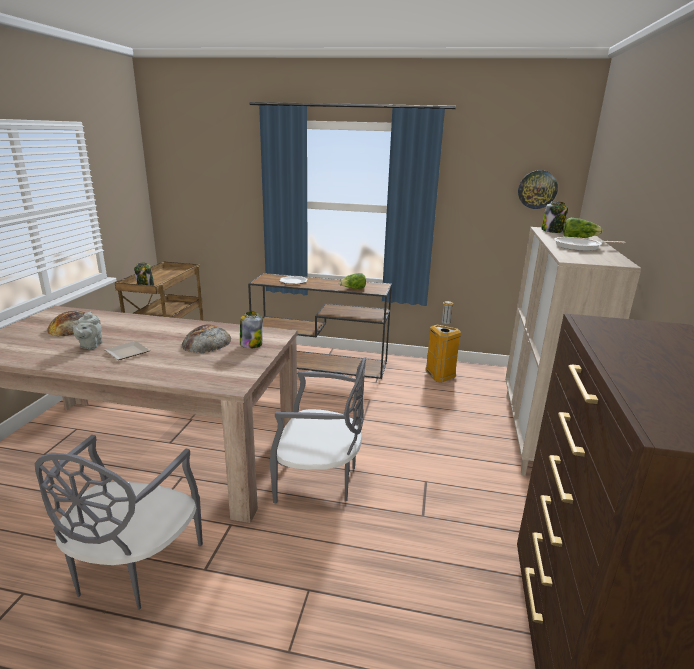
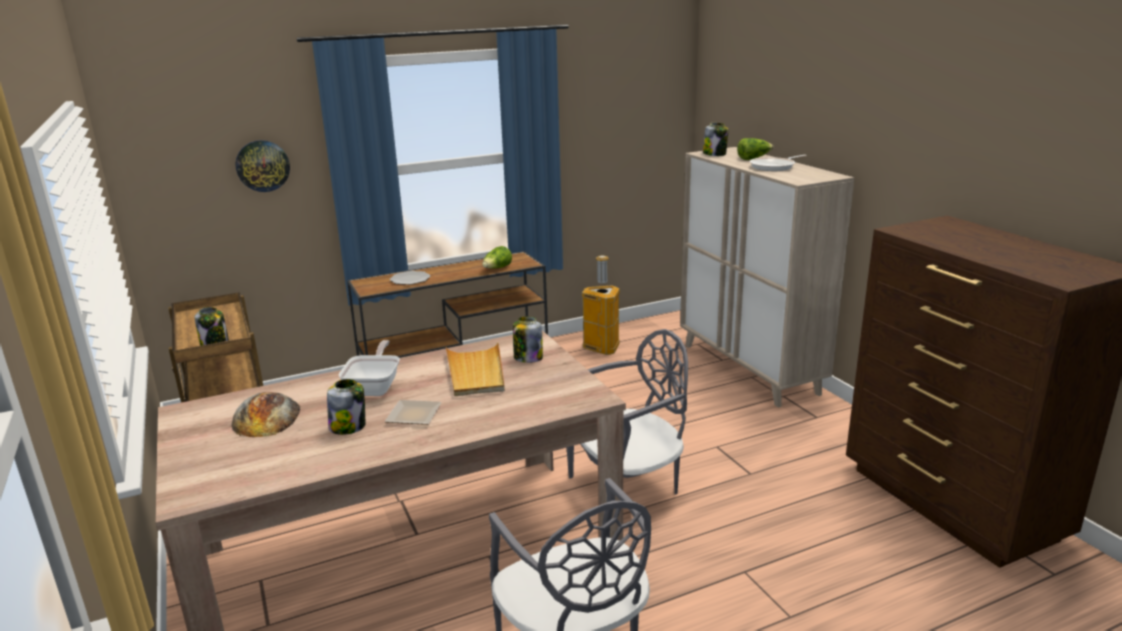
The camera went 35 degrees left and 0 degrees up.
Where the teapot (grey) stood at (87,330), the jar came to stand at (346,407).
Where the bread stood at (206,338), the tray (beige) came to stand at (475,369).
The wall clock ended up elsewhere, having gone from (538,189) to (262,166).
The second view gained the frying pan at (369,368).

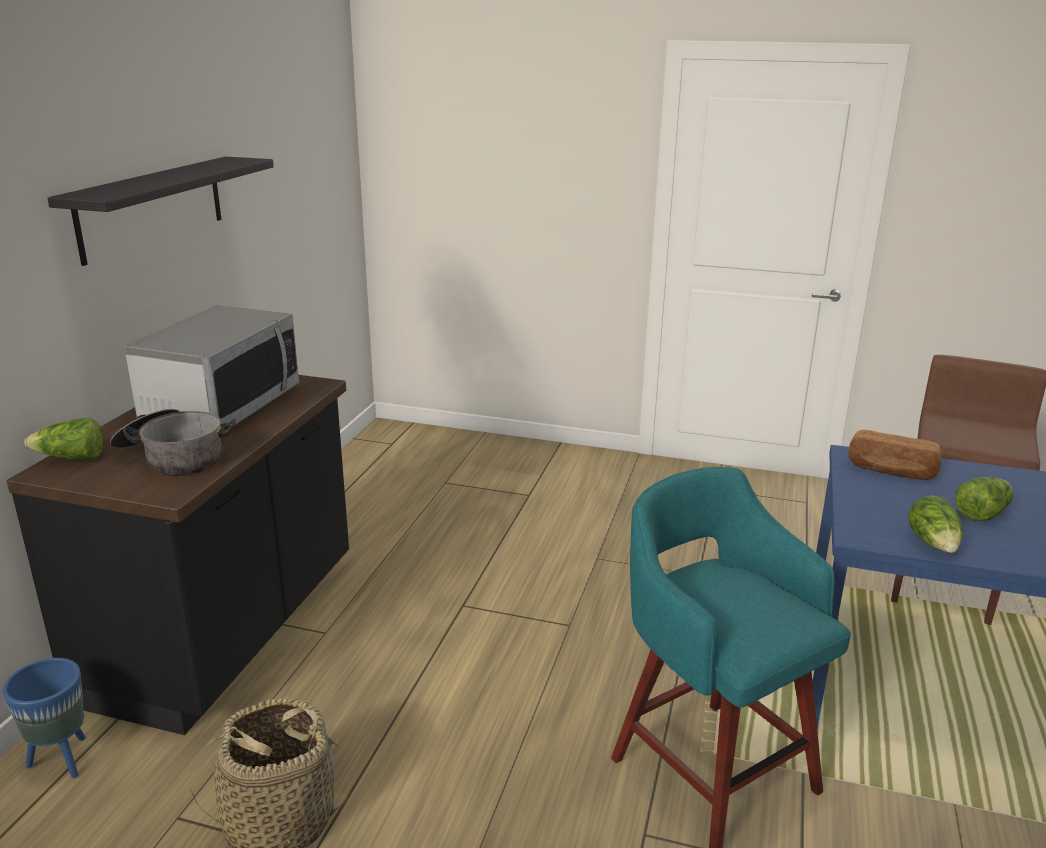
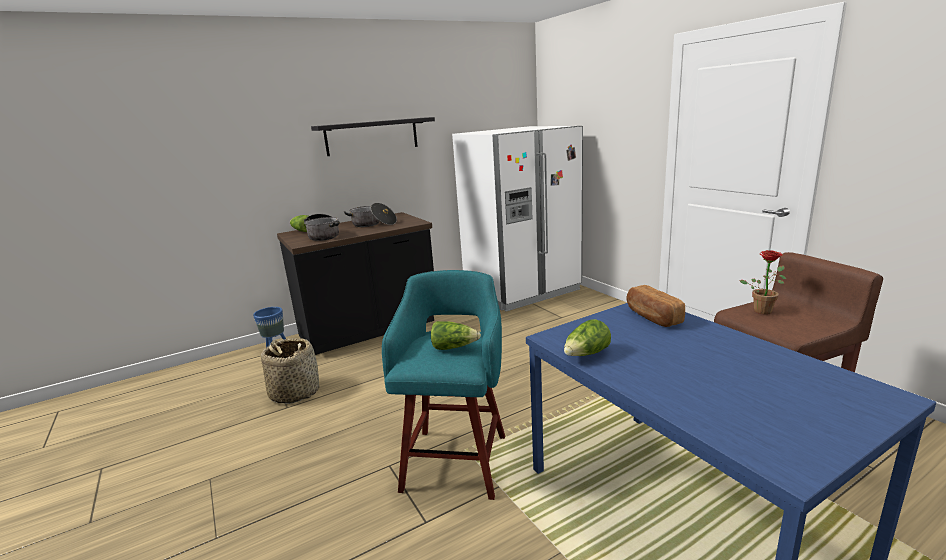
The camera went 45 degrees right and 5 degrees down.
Where the microwave stood at (211,365), the cooking pot came to stand at (370,215).
The lettuce ended up elsewhere, having gone from (984,499) to (456,335).
The second view gained the fridge (white) at (517,218).
The second view gained the potted plant at (762,282).

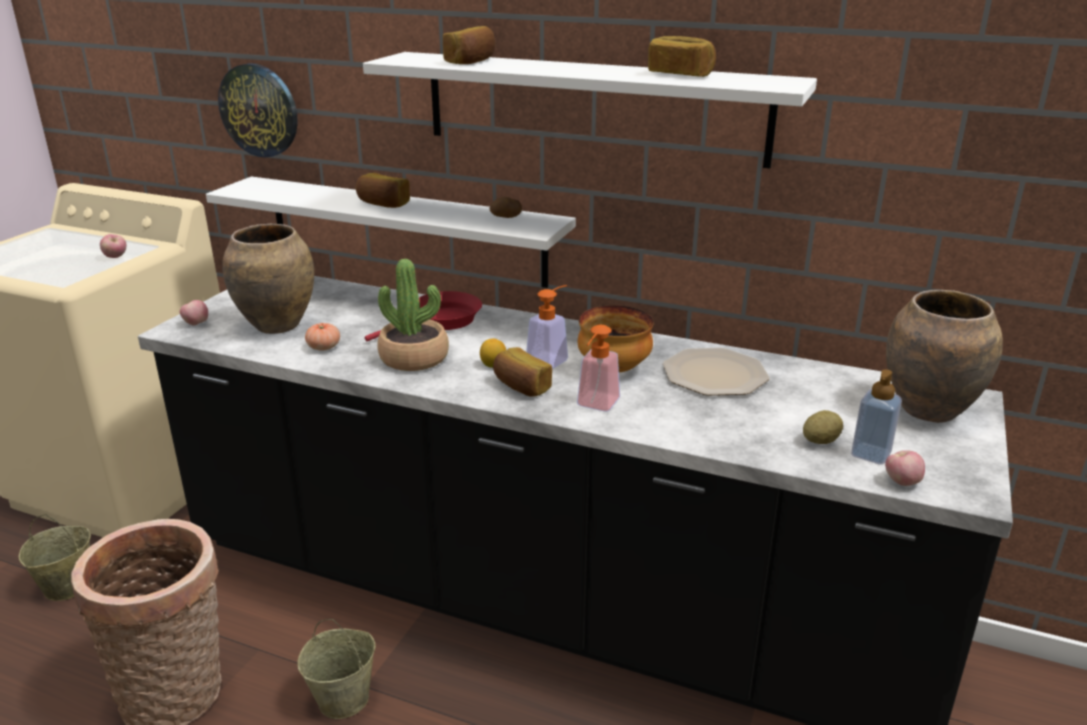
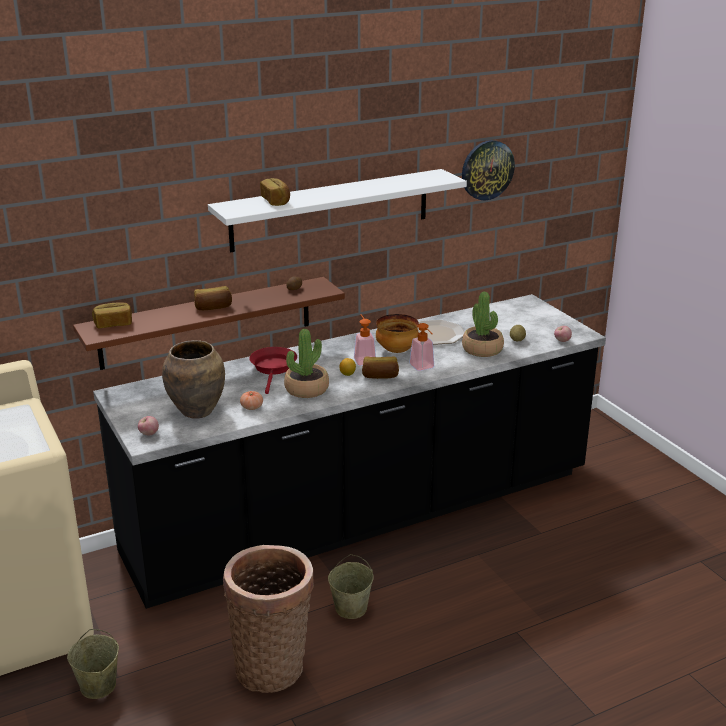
The camera went 50 degrees left and 0 degrees up.
The second view lost the apple at (113,246).
What was the shelf (white) at (391,232) turned into the shelf (brown) at (209,323).
The wall clock ended up elsewhere, having gone from (258,110) to (488,170).
The bread ended up elsewhere, having gone from (682,56) to (112,315).
The second view lost the soap dispenser at (876,417).
The second view lost the vase (brown) at (944,356).
The second view gained the potted plant at (483,324).

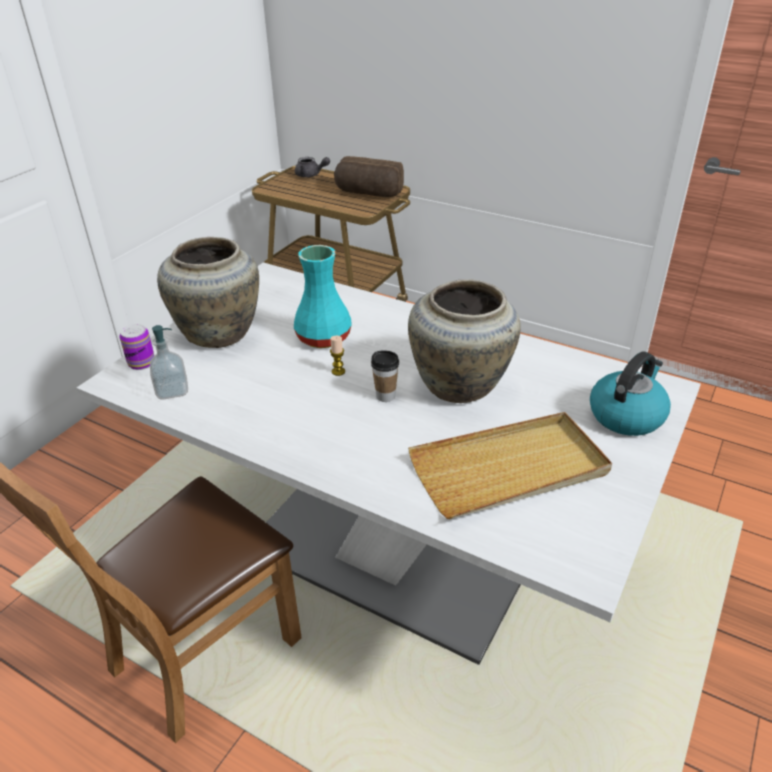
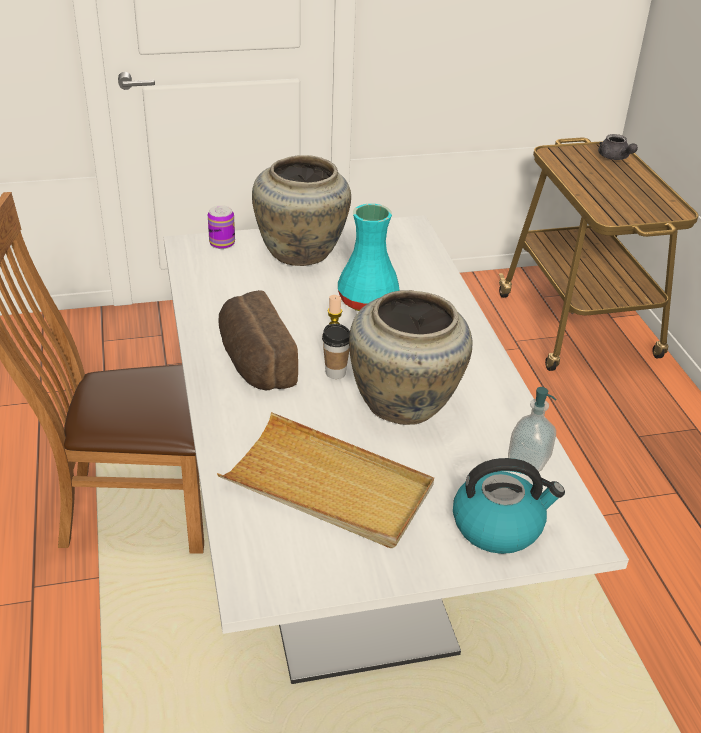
The camera went 45 degrees right and 0 degrees up.
The soap dispenser ended up elsewhere, having gone from (169,362) to (532,429).
The bread ended up elsewhere, having gone from (369,176) to (258,340).

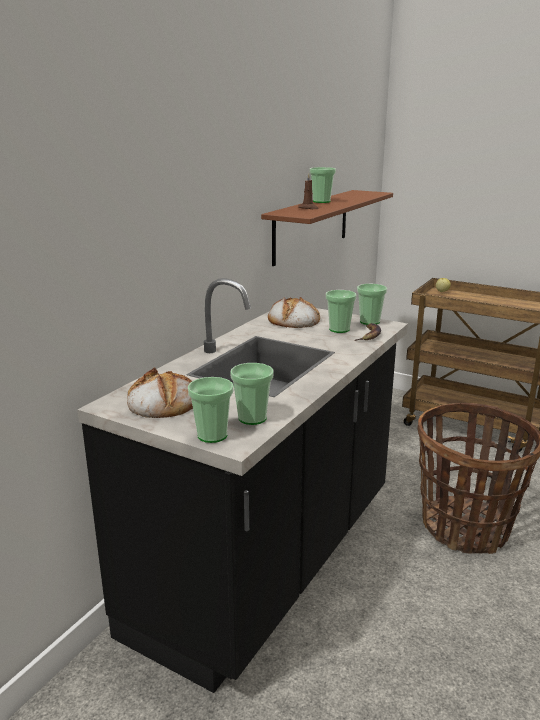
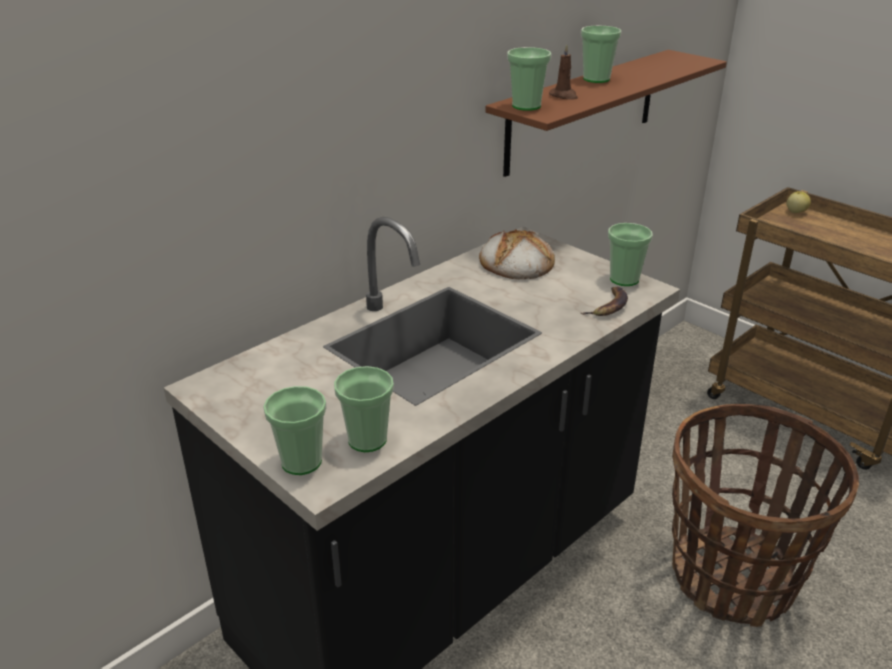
The camera went 15 degrees right and 10 degrees up.
The second view lost the bread at (160,392).
The cup ended up elsewhere, having gone from (341,311) to (529,79).

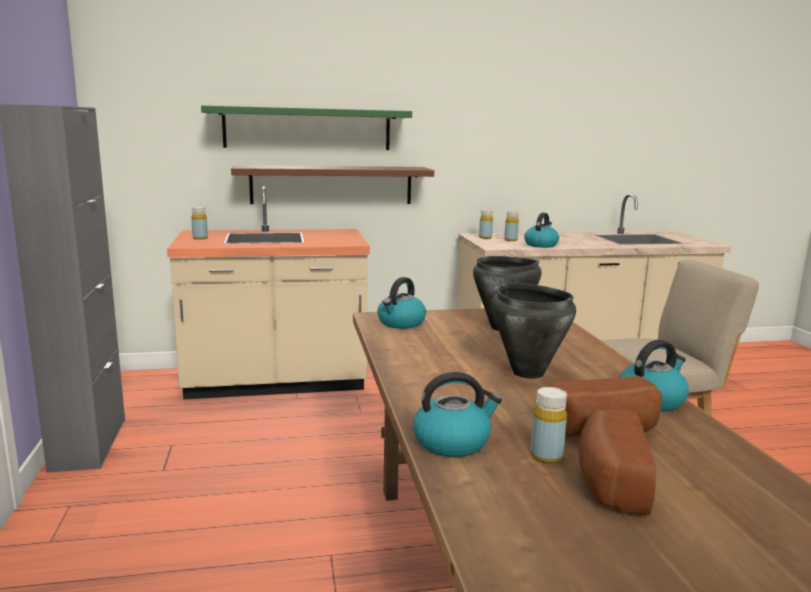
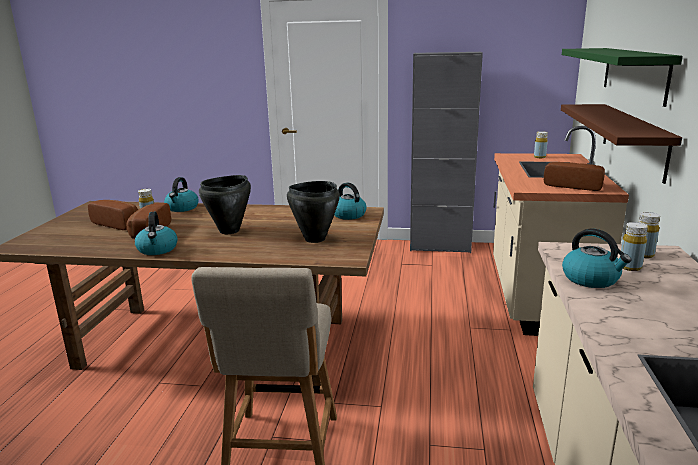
The camera went 110 degrees right and 5 degrees up.
The second view gained the bread at (574,176).

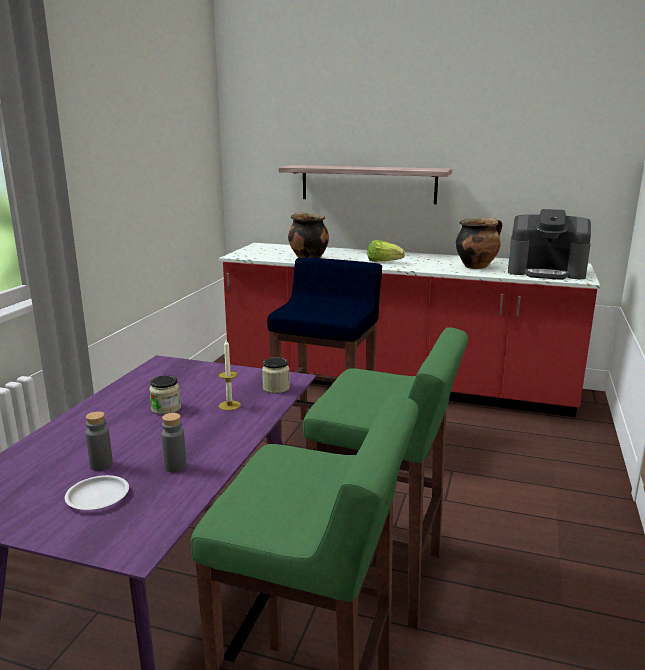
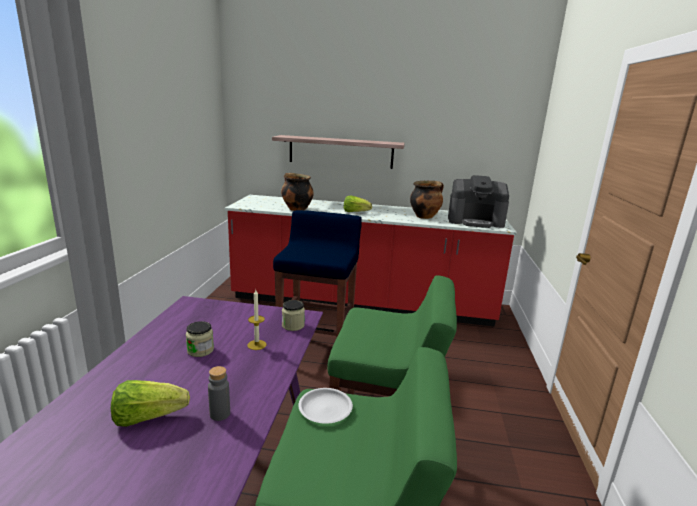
The camera went 10 degrees left and 0 degrees up.
The plate (white) ended up elsewhere, having gone from (97,492) to (325,406).
Where the bottle (grey) stood at (99,441), the lettuce came to stand at (150,403).

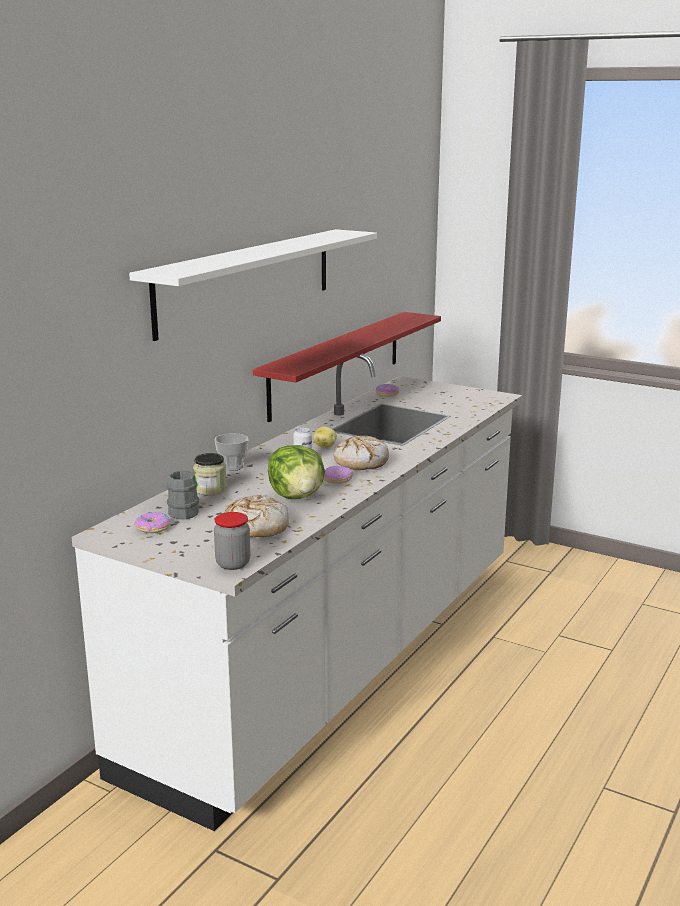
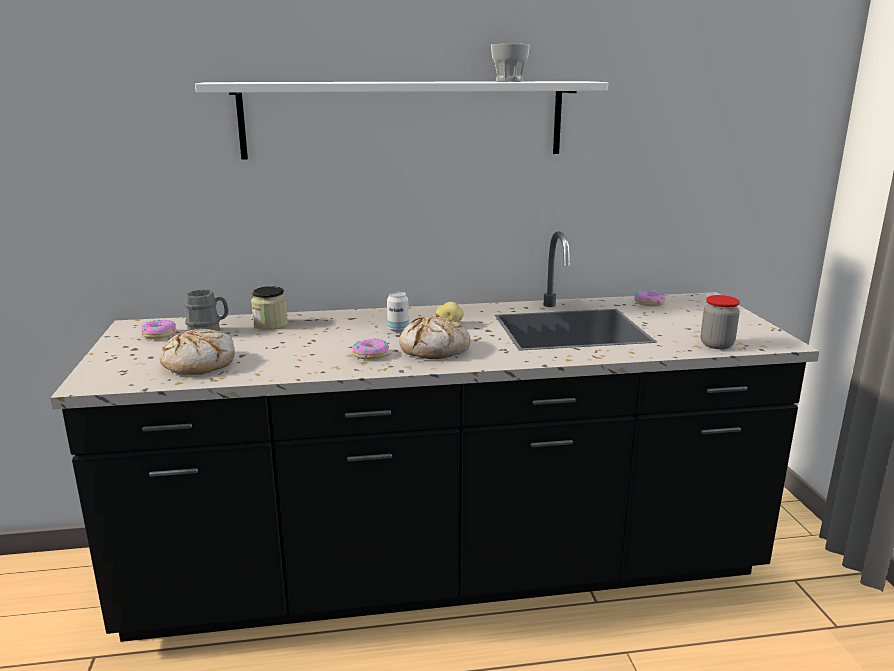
The camera went 50 degrees right and 0 degrees up.
What was the counter (white) at (297,592) turned into the counter (black) at (434,436).
The cup ended up elsewhere, having gone from (231,452) to (510,62).
The jar ended up elsewhere, having gone from (232,541) to (720,322).
The second view lost the shelf (red) at (347,367).
The second view lost the lettuce at (296,472).

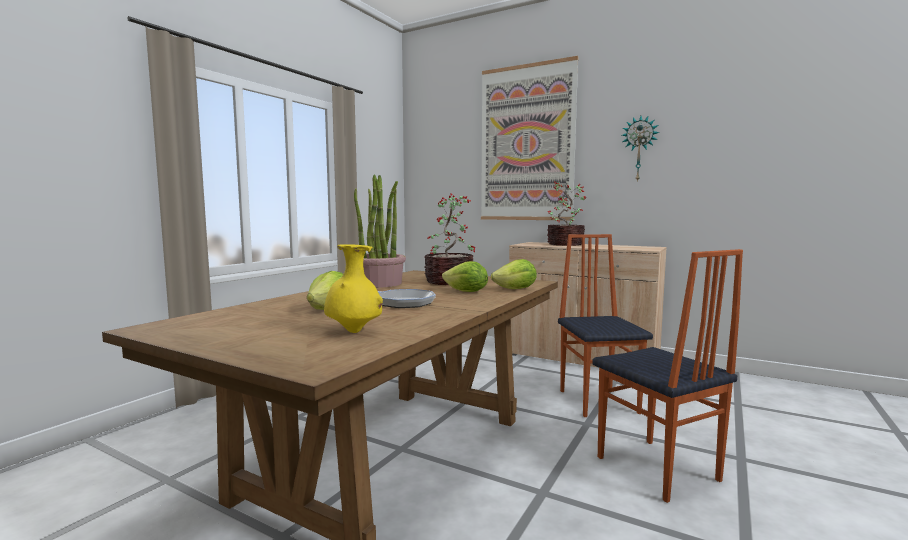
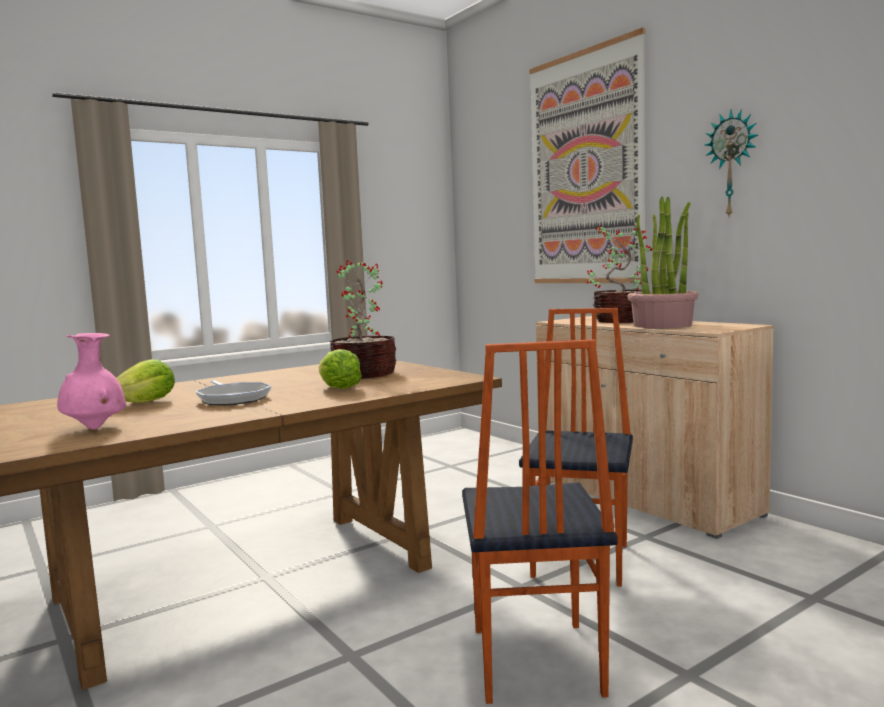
The camera went 25 degrees right and 0 degrees up.
What was the vase (yellow) at (353,288) turned into the vase (pink) at (91,381).
The potted plant ended up elsewhere, having gone from (380,231) to (663,262).
The second view lost the lettuce at (514,274).

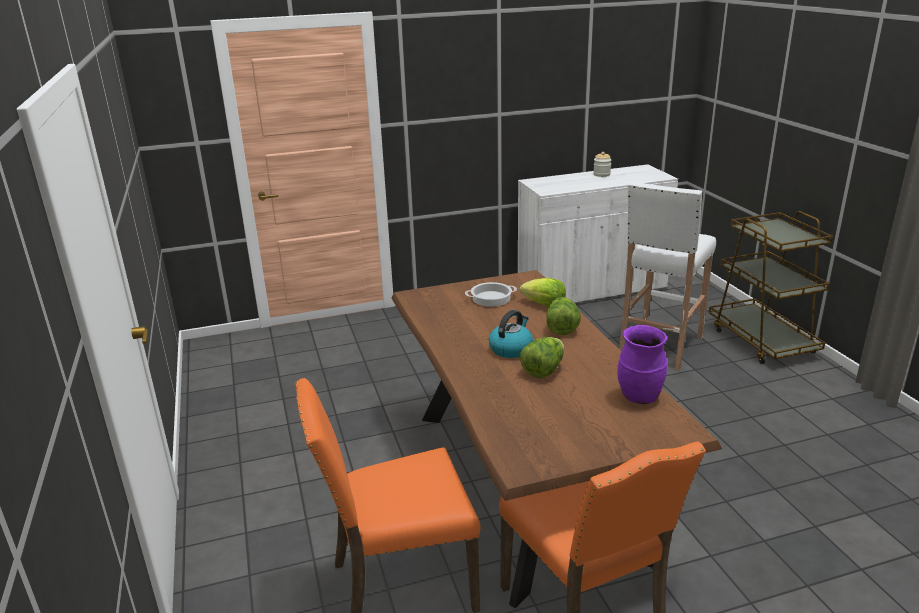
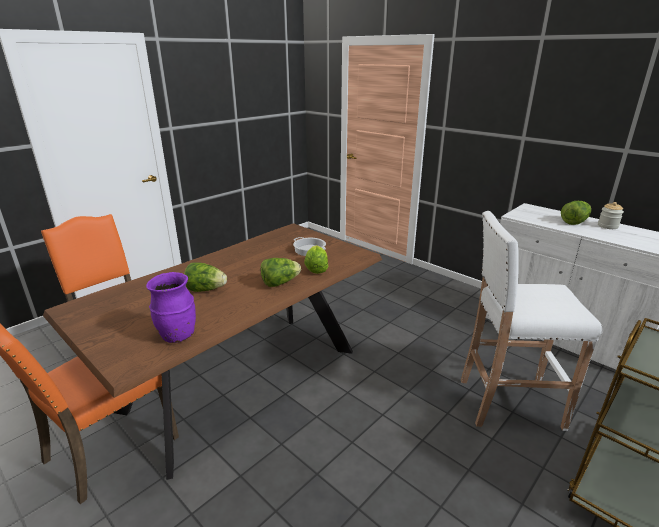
The camera went 60 degrees right and 0 degrees up.
The second view lost the kettle at (511,334).
The second view gained the lettuce at (576,213).

